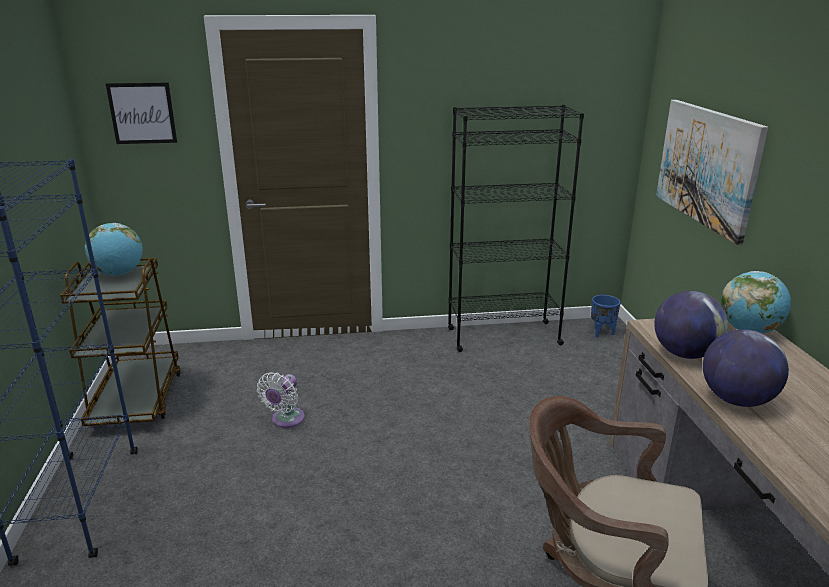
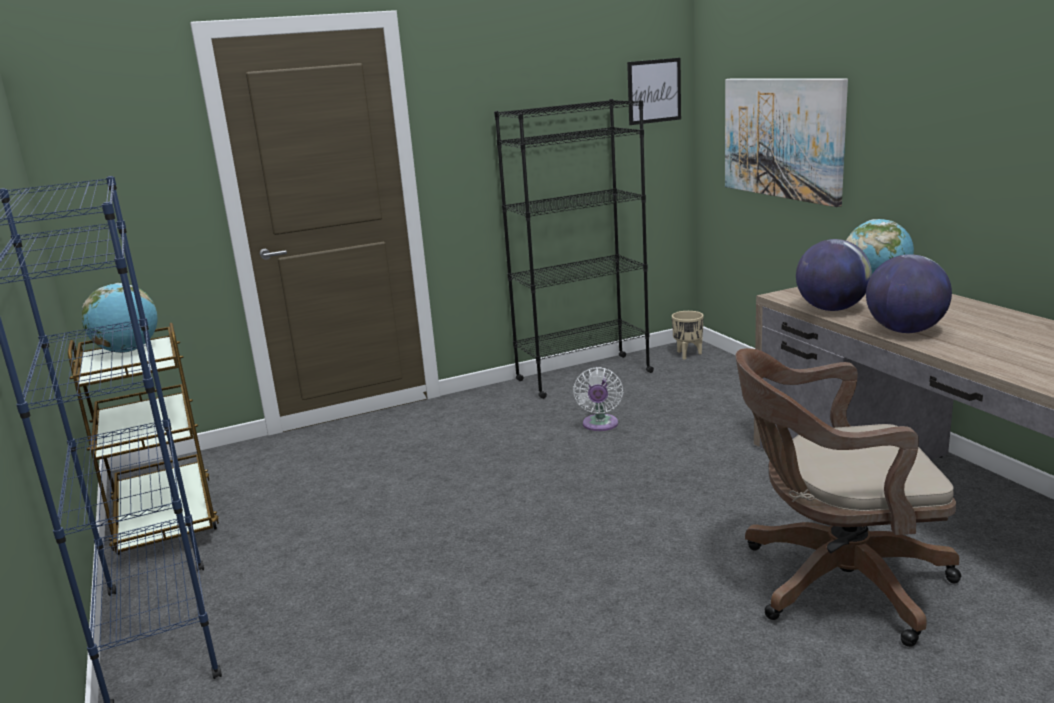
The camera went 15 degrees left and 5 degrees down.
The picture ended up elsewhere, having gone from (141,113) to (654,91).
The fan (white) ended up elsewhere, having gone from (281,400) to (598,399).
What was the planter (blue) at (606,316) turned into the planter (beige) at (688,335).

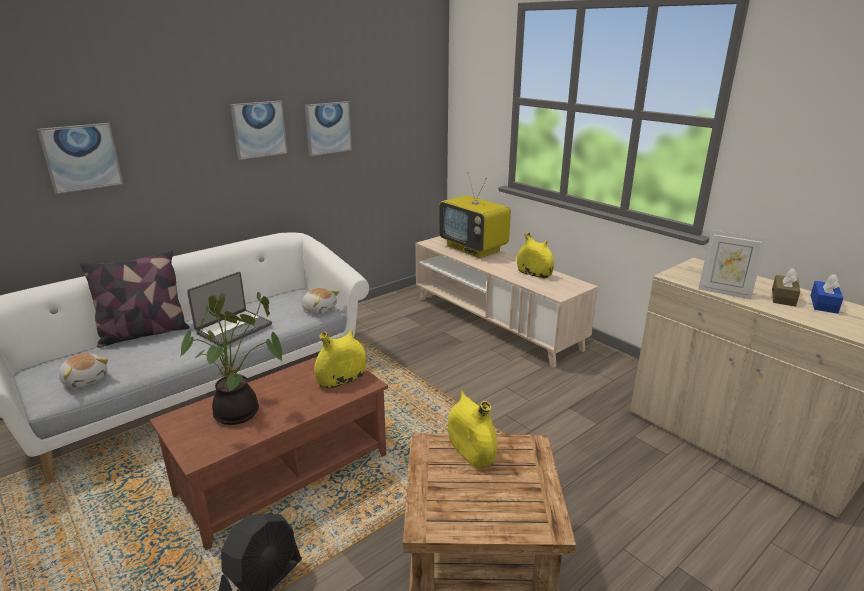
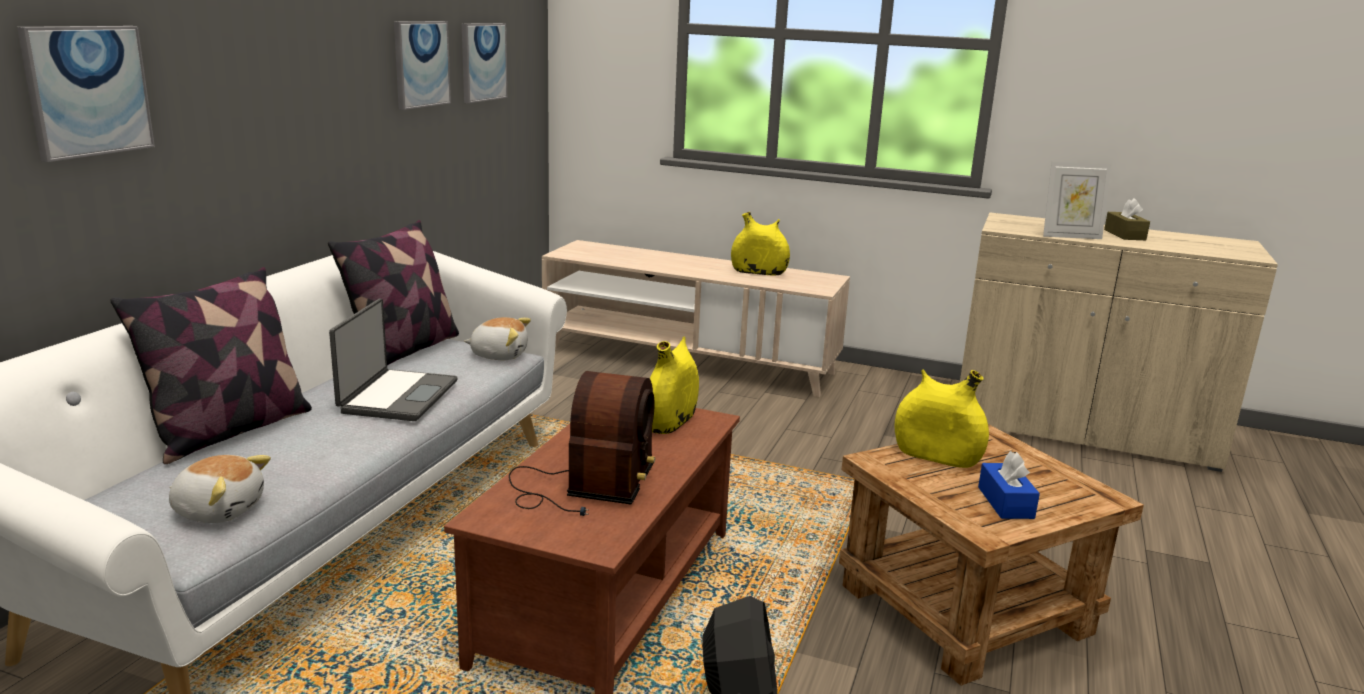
The camera went 30 degrees left and 5 degrees down.
Where the potted plant stood at (231,358), the radio came to stand at (582,443).
The picture ended up elsewhere, having gone from (259,130) to (484,63).
The second view lost the television at (475,215).
The tissue box (blue) ended up elsewhere, having gone from (826,294) to (1009,485).
The second view gained the pillow at (393,292).

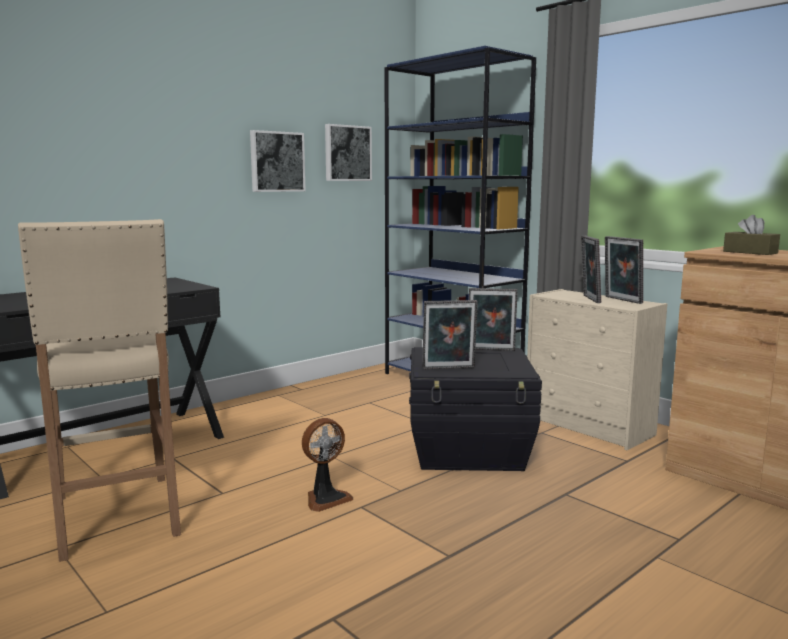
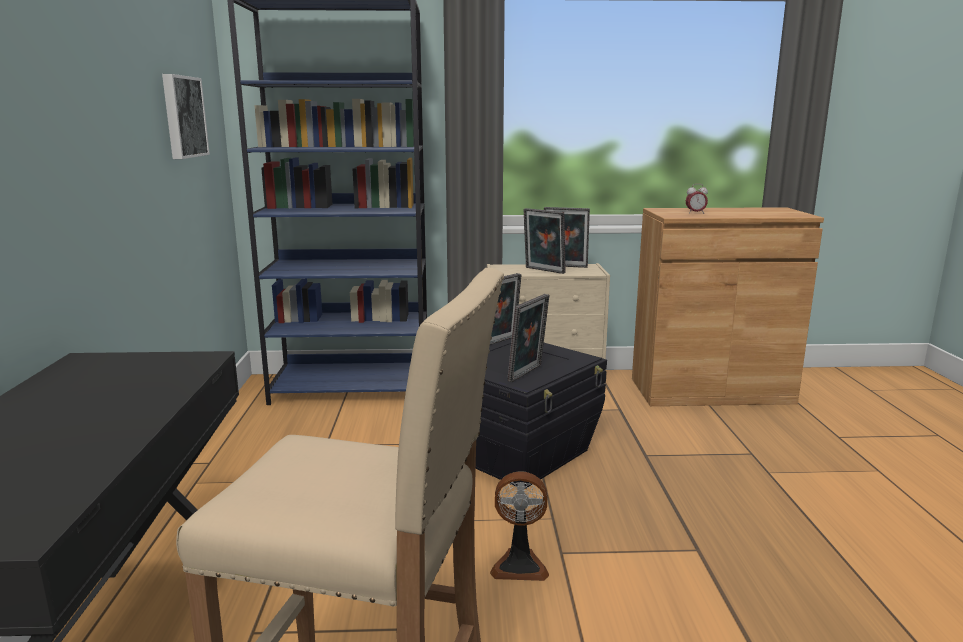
The camera went 50 degrees left and 5 degrees up.
The second view lost the picture at (278,161).
The fan at (327,465) ended up facing another way, 90 degrees clockwise from before.
Where the tissue box (brown) stood at (751,235), the alarm clock came to stand at (697,199).

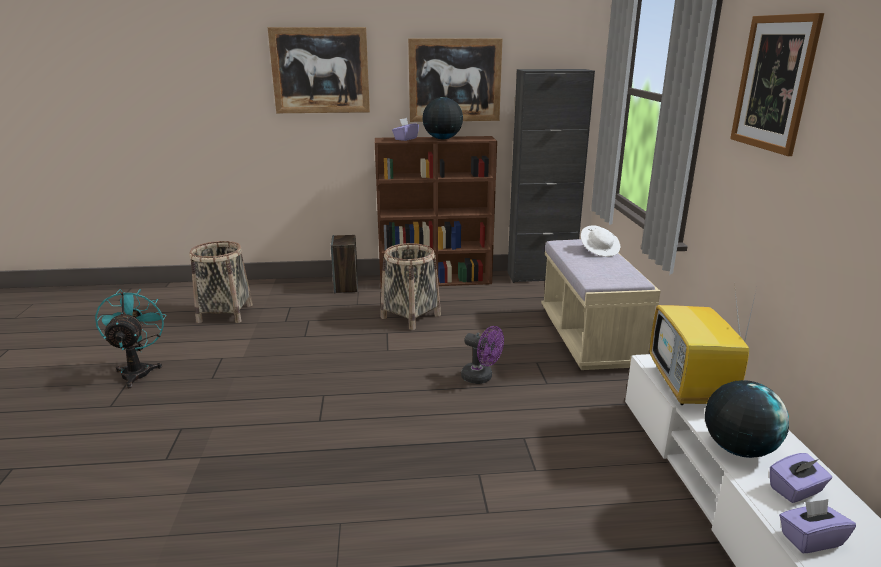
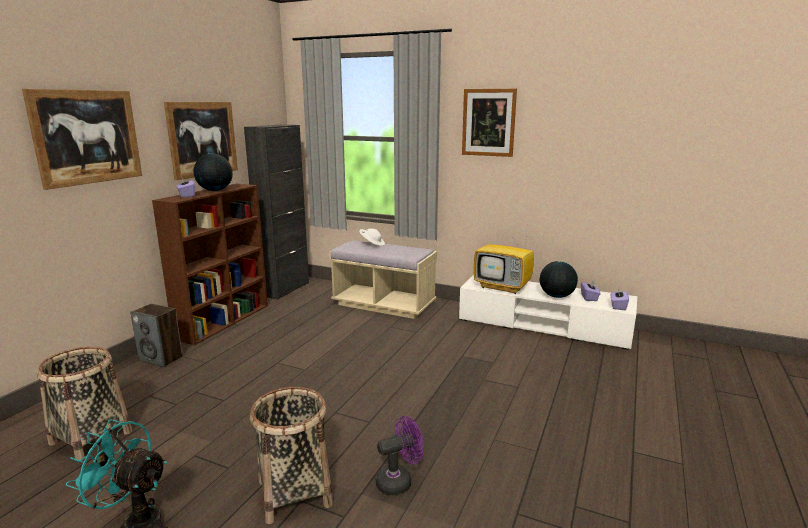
The camera went 60 degrees left and 5 degrees down.
The basket ended up elsewhere, having gone from (410,286) to (291,455).
The fan (purple) ended up elsewhere, having gone from (482,355) to (400,455).

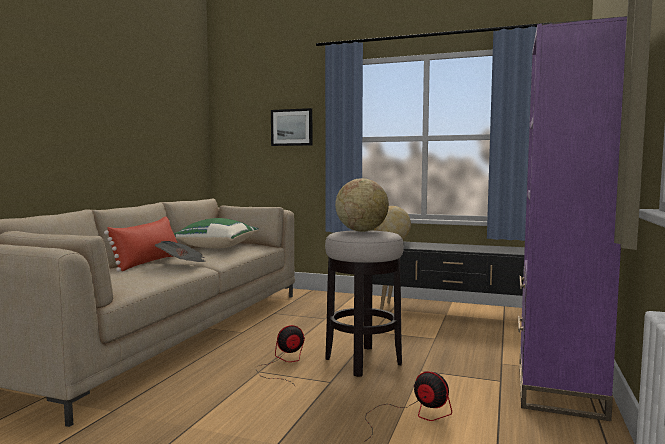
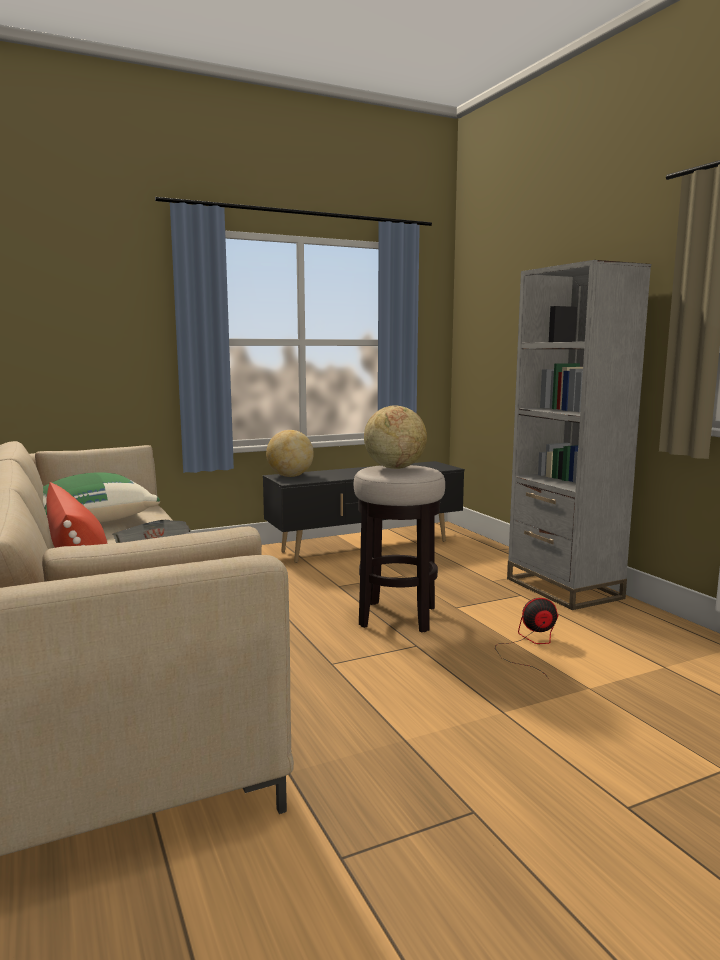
The camera went 45 degrees left and 5 degrees up.
The second view lost the fan at (280,356).
The second view lost the picture at (291,127).
What was the bookcase (purple) at (572,218) turned into the bookcase (grey) at (579,435).

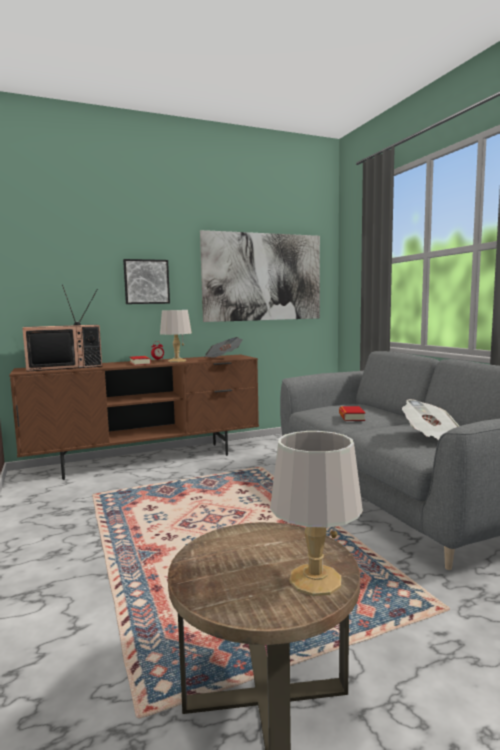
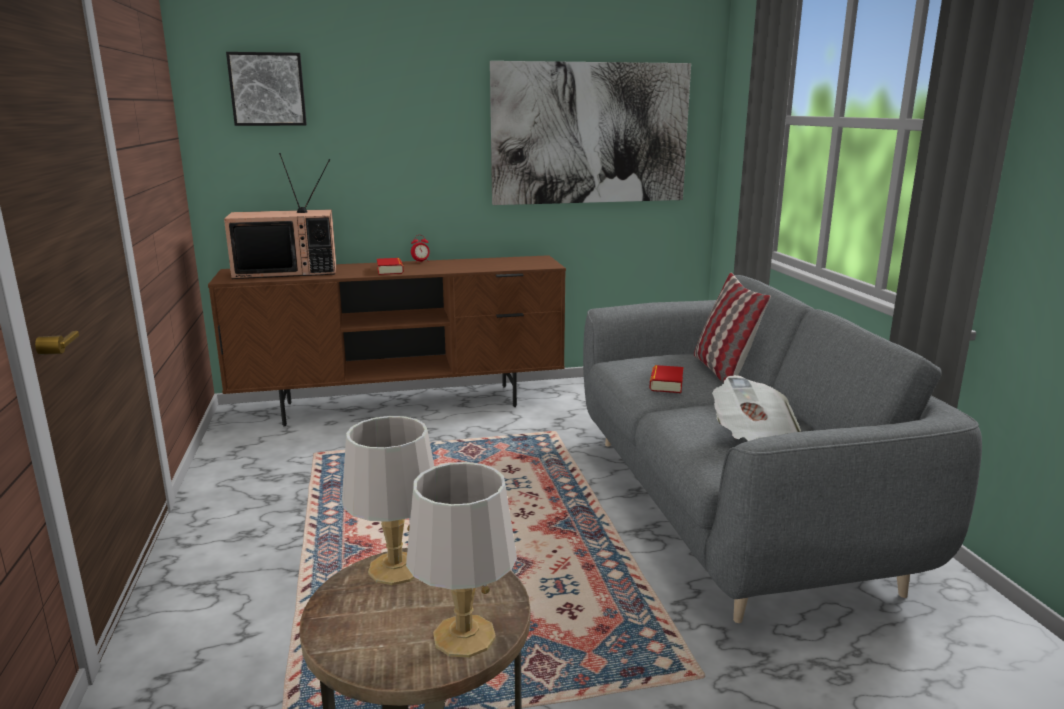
The camera went 10 degrees right and 10 degrees up.
The picture ended up elsewhere, having gone from (146,281) to (266,89).
The table lamp (grey) ended up elsewhere, having gone from (176,336) to (388,500).
The second view lost the newspaper at (223,347).
The second view gained the pillow at (732,328).

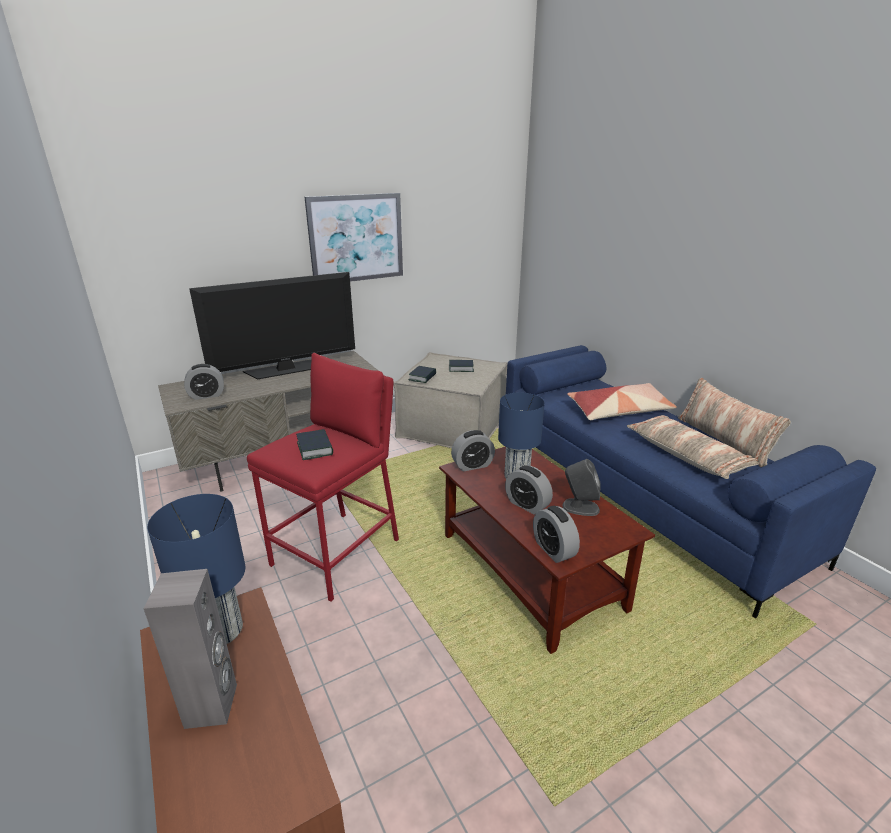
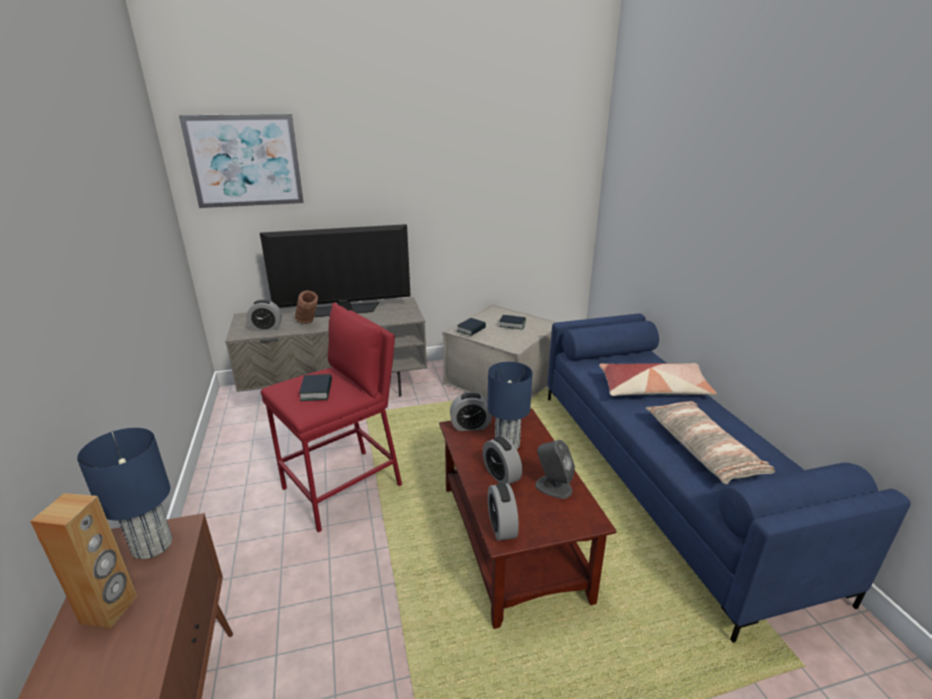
The camera went 15 degrees right and 0 degrees up.
What was the speaker (grey) at (190,649) turned into the speaker (brown) at (83,560).
The picture ended up elsewhere, having gone from (354,237) to (241,161).
The second view lost the pillow at (734,422).
The second view gained the vase (brown) at (306,307).

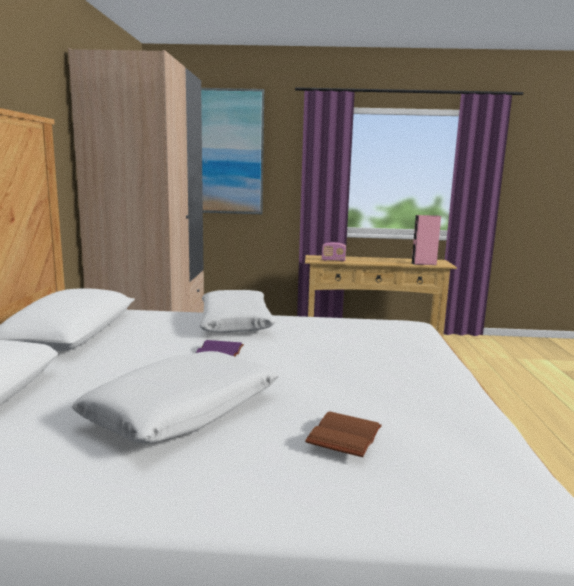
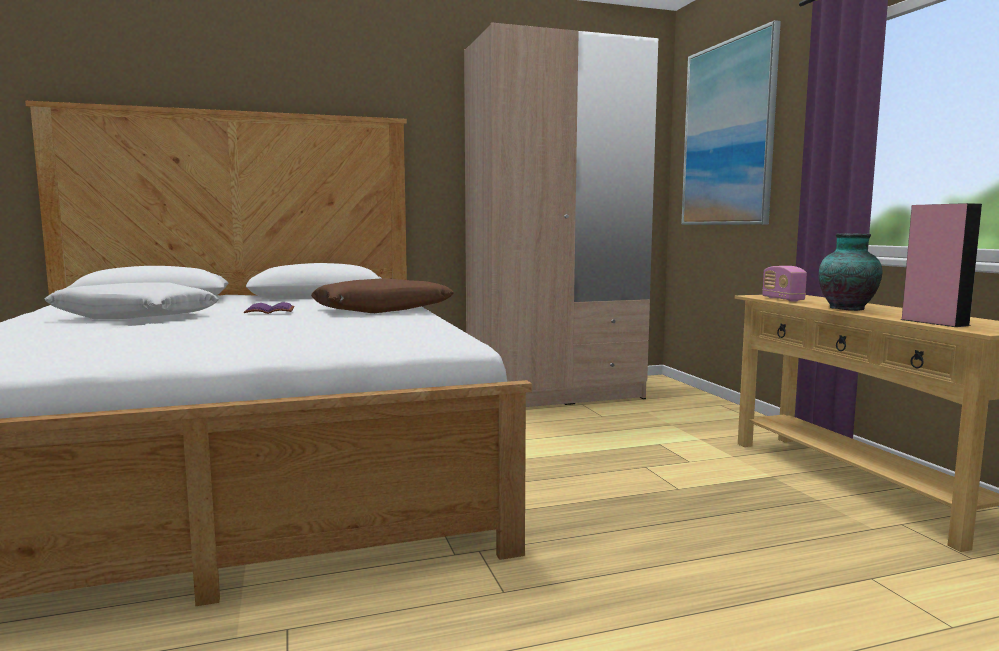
The camera went 70 degrees right and 5 degrees down.
What was the pillow (white) at (238,311) turned into the pillow (brown) at (382,295).
The second view lost the book (brown) at (343,434).
The second view gained the vase at (850,272).

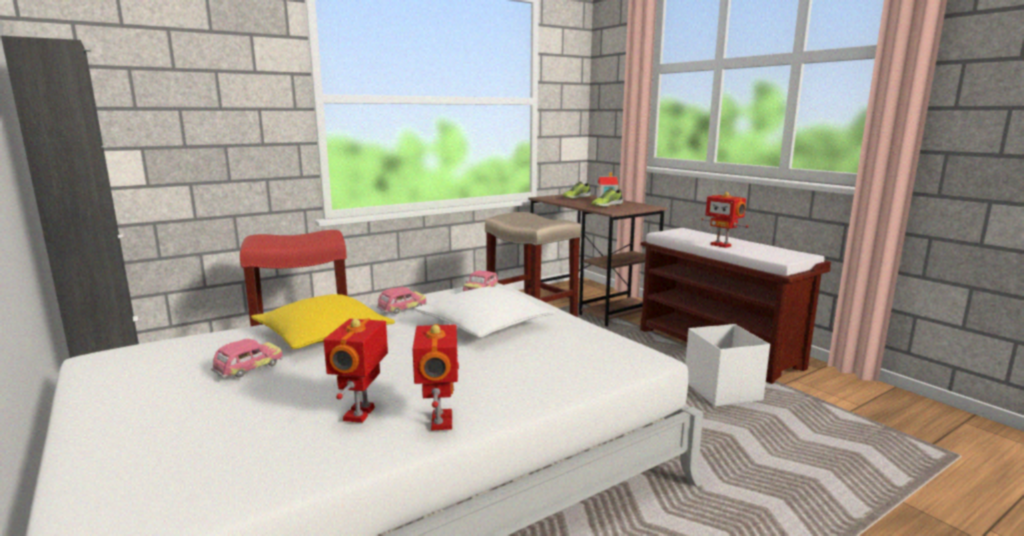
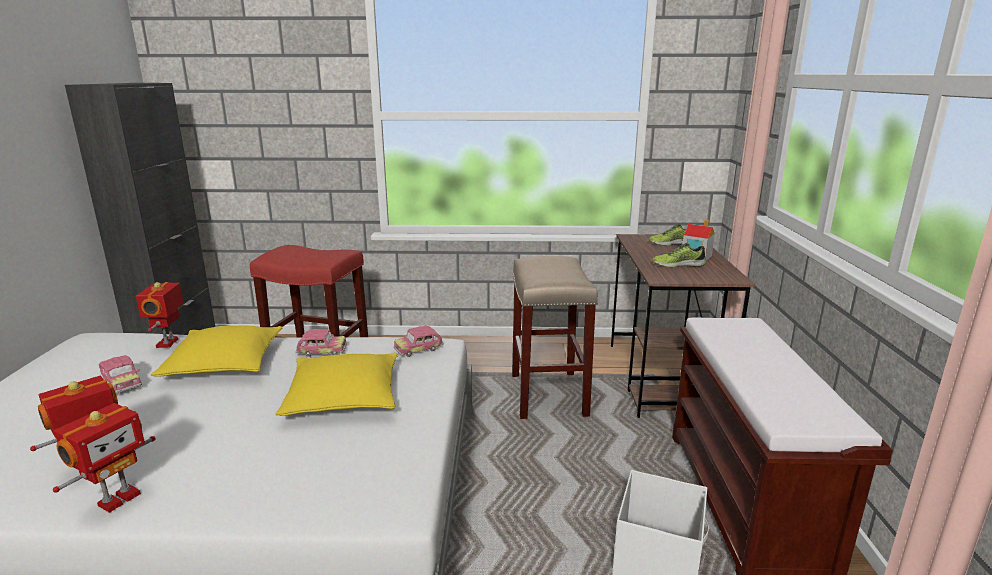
The camera went 35 degrees right and 5 degrees up.
The toy car at (247,358) ended up facing another way, 60 degrees clockwise from before.
What was the pillow (white) at (484,312) turned into the pillow (yellow) at (336,384).
The toy robot ended up elsewhere, having gone from (725,220) to (160,315).

